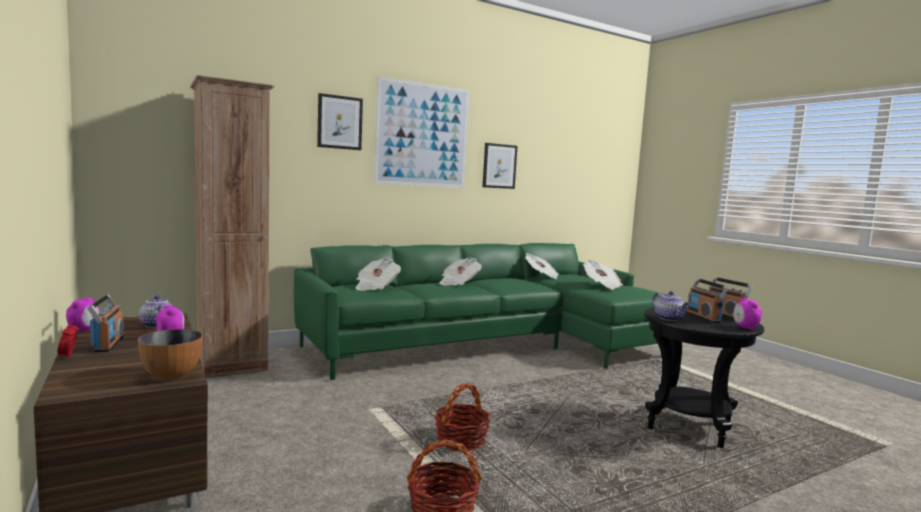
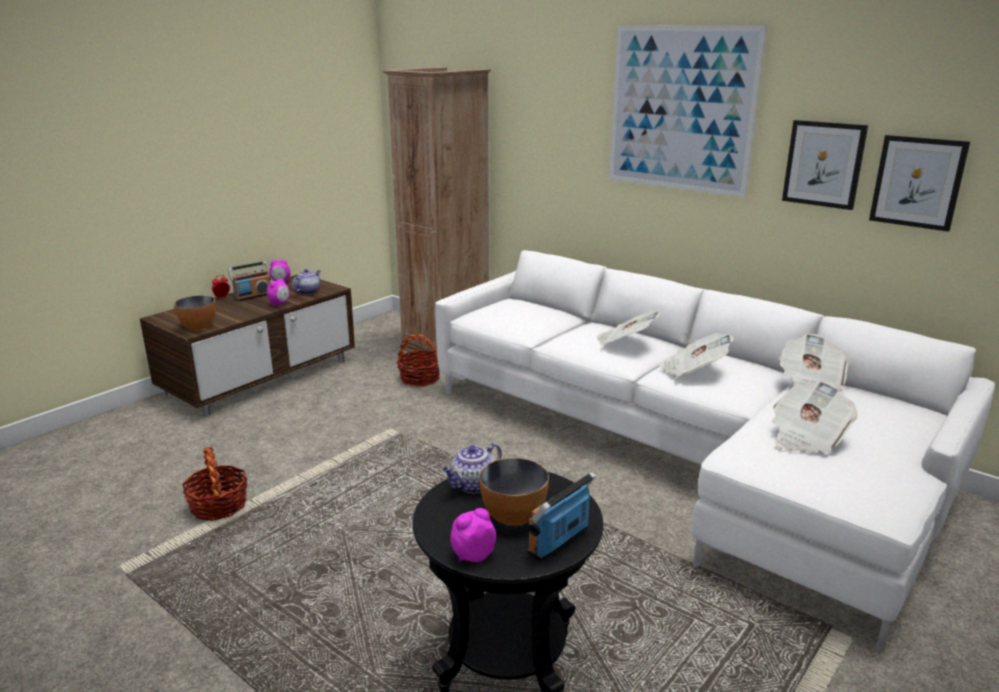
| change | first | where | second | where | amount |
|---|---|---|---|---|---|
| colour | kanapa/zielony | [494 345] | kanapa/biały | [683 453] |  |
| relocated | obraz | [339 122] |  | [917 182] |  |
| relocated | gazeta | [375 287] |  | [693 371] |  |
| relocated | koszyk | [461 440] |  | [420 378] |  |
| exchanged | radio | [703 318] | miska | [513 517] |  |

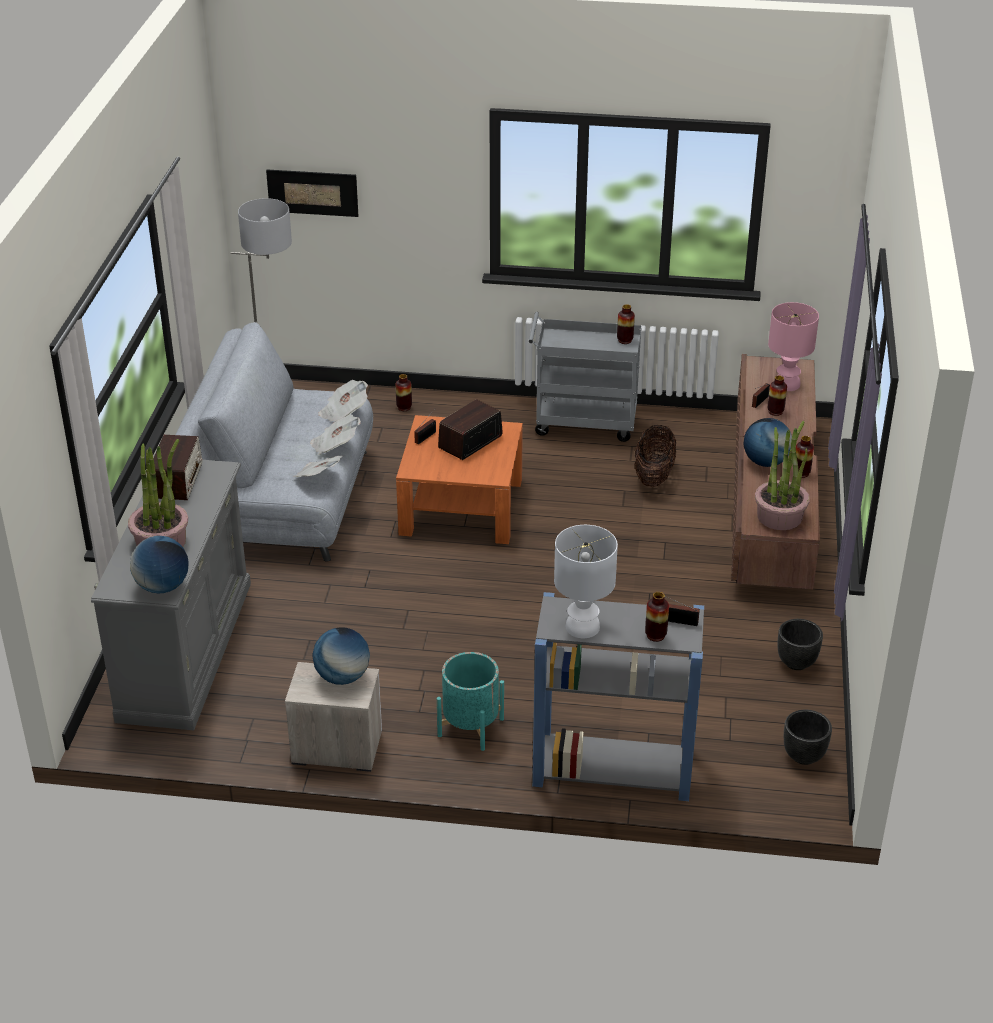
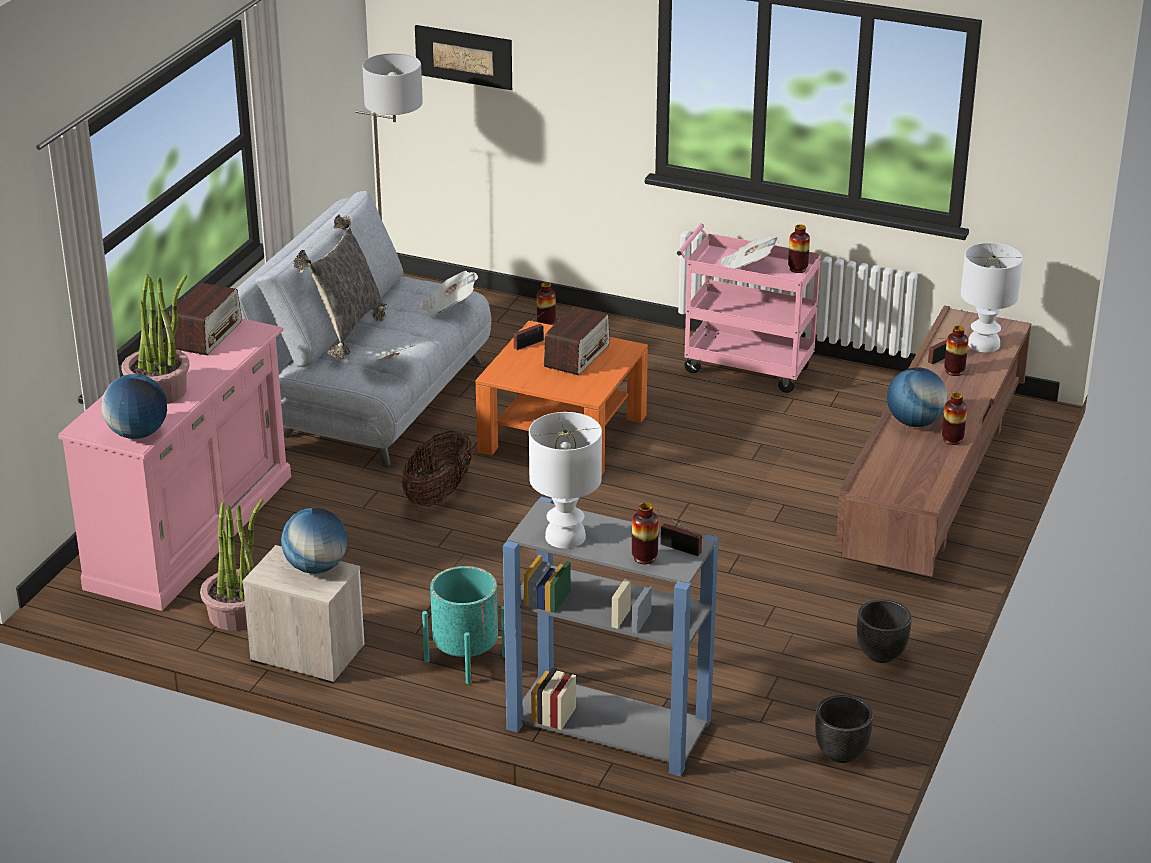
| change | first | where | second | where | amount |
|---|---|---|---|---|---|
| colour | szafka/szary | [186 649] | szafka/różowy | [191 530] |  |
| relocated | gazeta | [335 445] |  | [747 266] |  |
| spun | radio | [470 442] |  | [577 355] | 150 degrees clockwise |
| colour | wózek/szary | [582 427] | wózek/różowy | [744 370] |  |
| relocated | koszyk | [654 476] |  | [438 494] |  |
| relocated | roślina doniczkowa | [779 516] |  | [237 613] |  |
| colour | lampa stołowa/różowy | [786 384] | lampa stołowa/biały | [983 344] |  |
| appeared |  |  | poduszka | [344 336] |  |

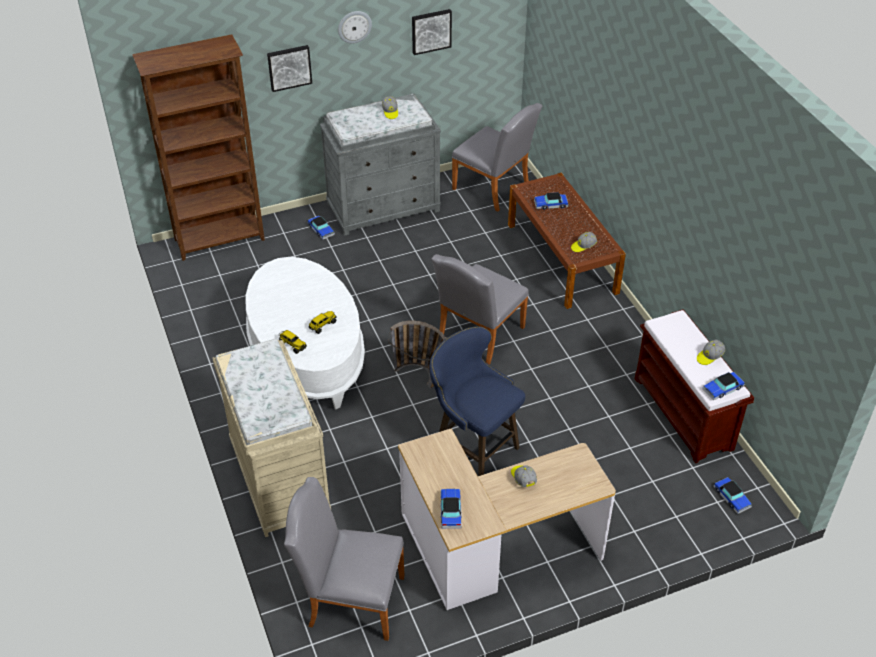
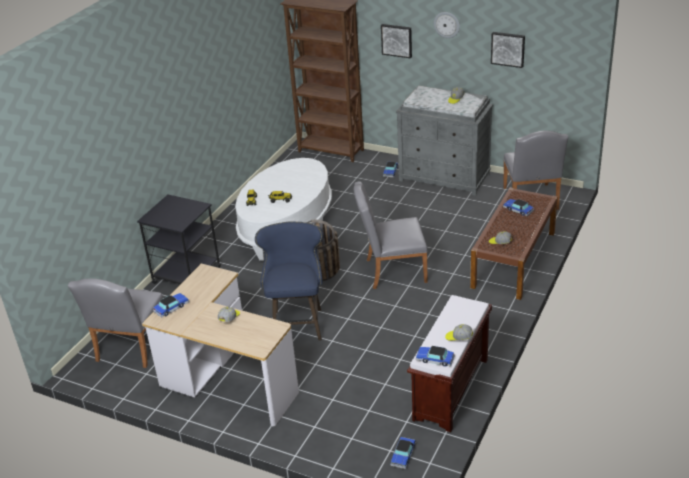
| change | first | where | second | where | amount |
|---|---|---|---|---|---|
| exchanged | komoda/beżowy | [279 477] | wózek/czarny | [187 274] |  |
| spun | krzesło/szary | [349 599] |  | [130 348] | 135 degrees counterclockwise |

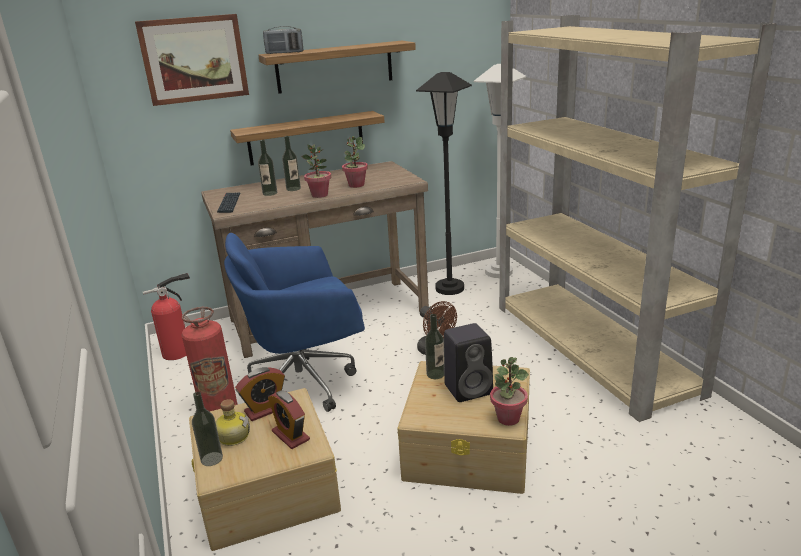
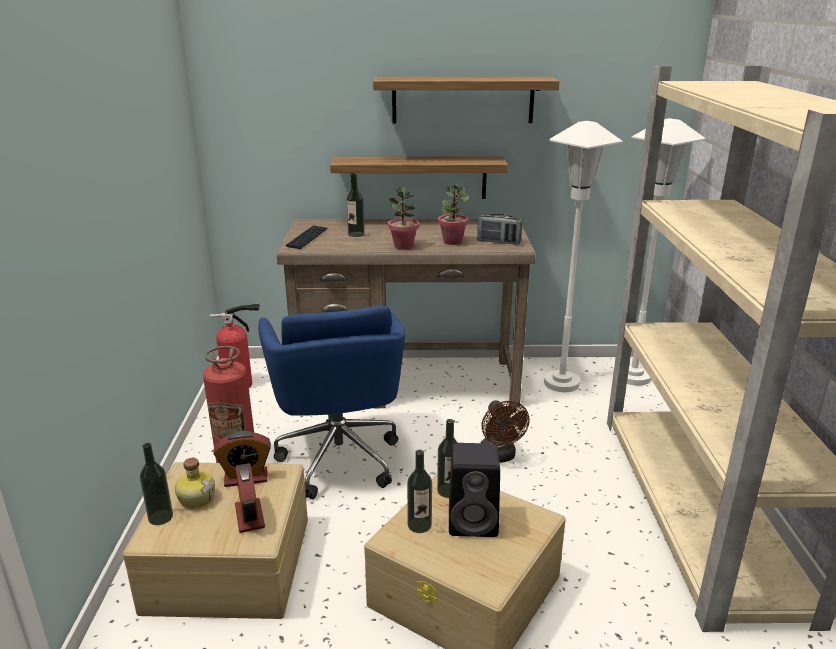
| change | first | where | second | where | amount |
|---|---|---|---|---|---|
| missing | obraz | [194 59] |  |  |  |
| spun | krzesło biurowe/niebieski | [307 384] |  | [338 457] | 105 degrees counterclockwise |
| relocated | radio | [284 53] |  | [498 242] |  |
| relocated | butelka | [293 189] |  | [419 525] |  |
| colour | lampa stojąca/czarny | [450 288] | lampa stojąca/biały | [561 383] |  |
| missing | roślina doniczkowa | [508 418] |  |  |  |

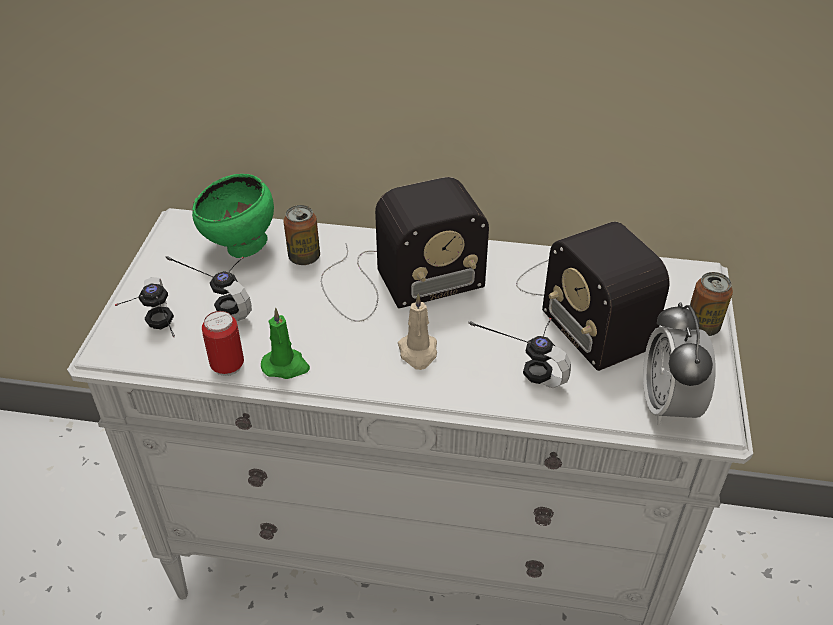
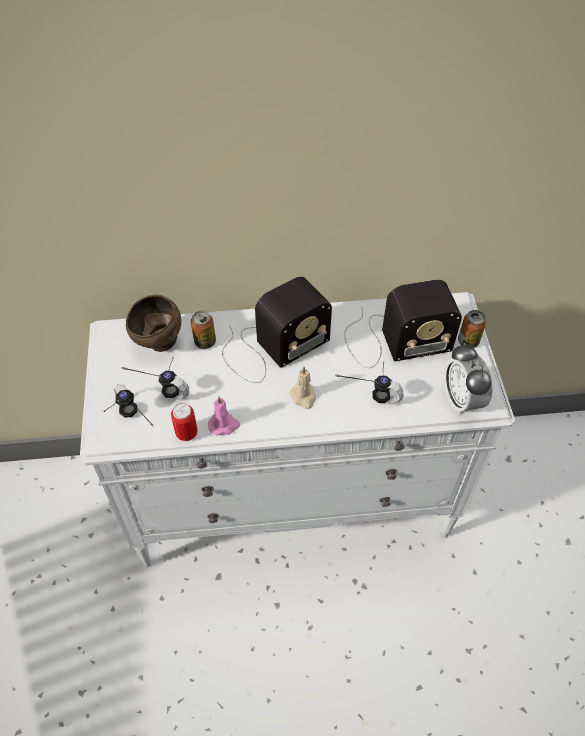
| change | first | where | second | where | amount |
|---|---|---|---|---|---|
| colour | miska/zielony | [241 248] | miska/brązowy | [159 343] |  |
| colour | świeca/zielony | [286 366] | świeca/różowy | [224 425] |  |
| spun | radio | [582 304] |  | [393 340] | 60 degrees counterclockwise |

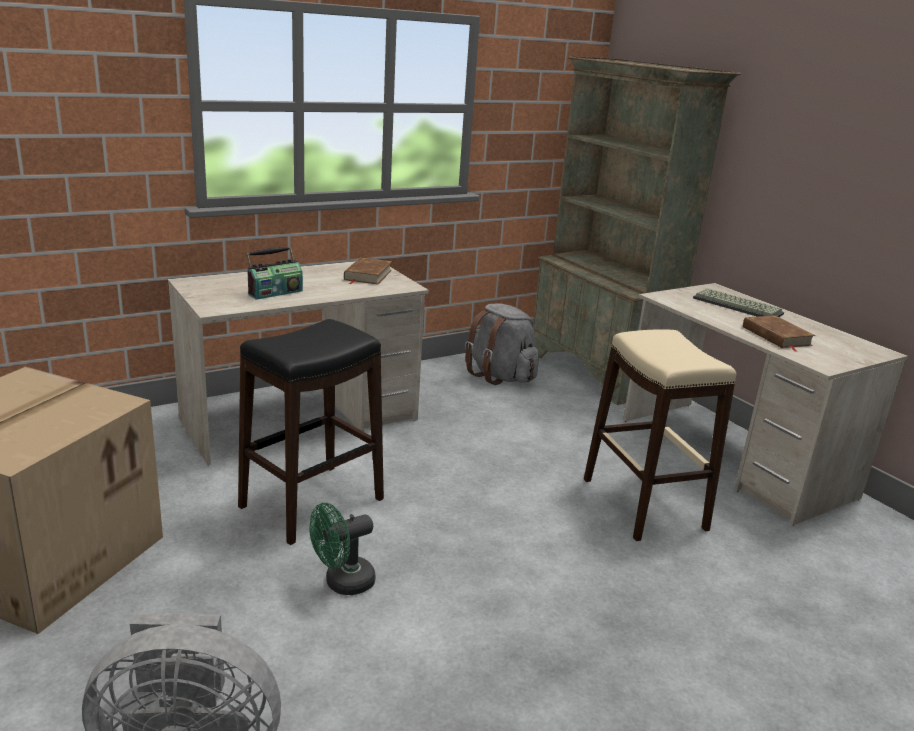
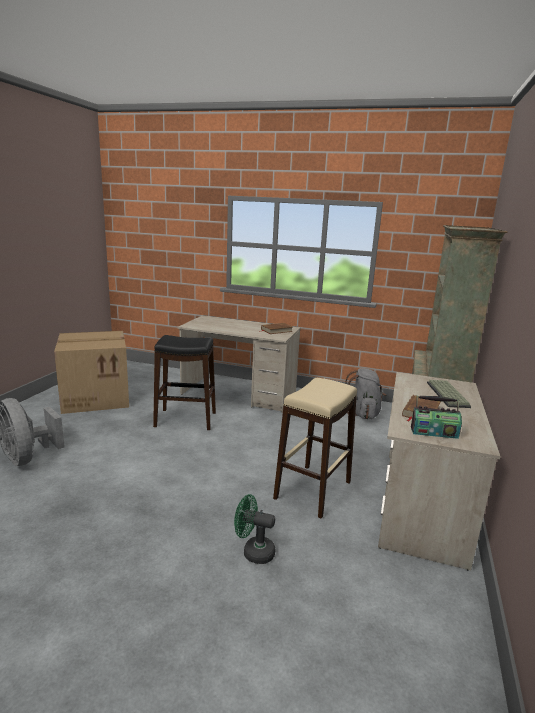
| change | first | where | second | where | amount |
|---|---|---|---|---|---|
| relocated | radio | [275 292] |  | [434 432] |  |
| relocated | wentylator/zielony | [342 583] |  | [253 552] |  |

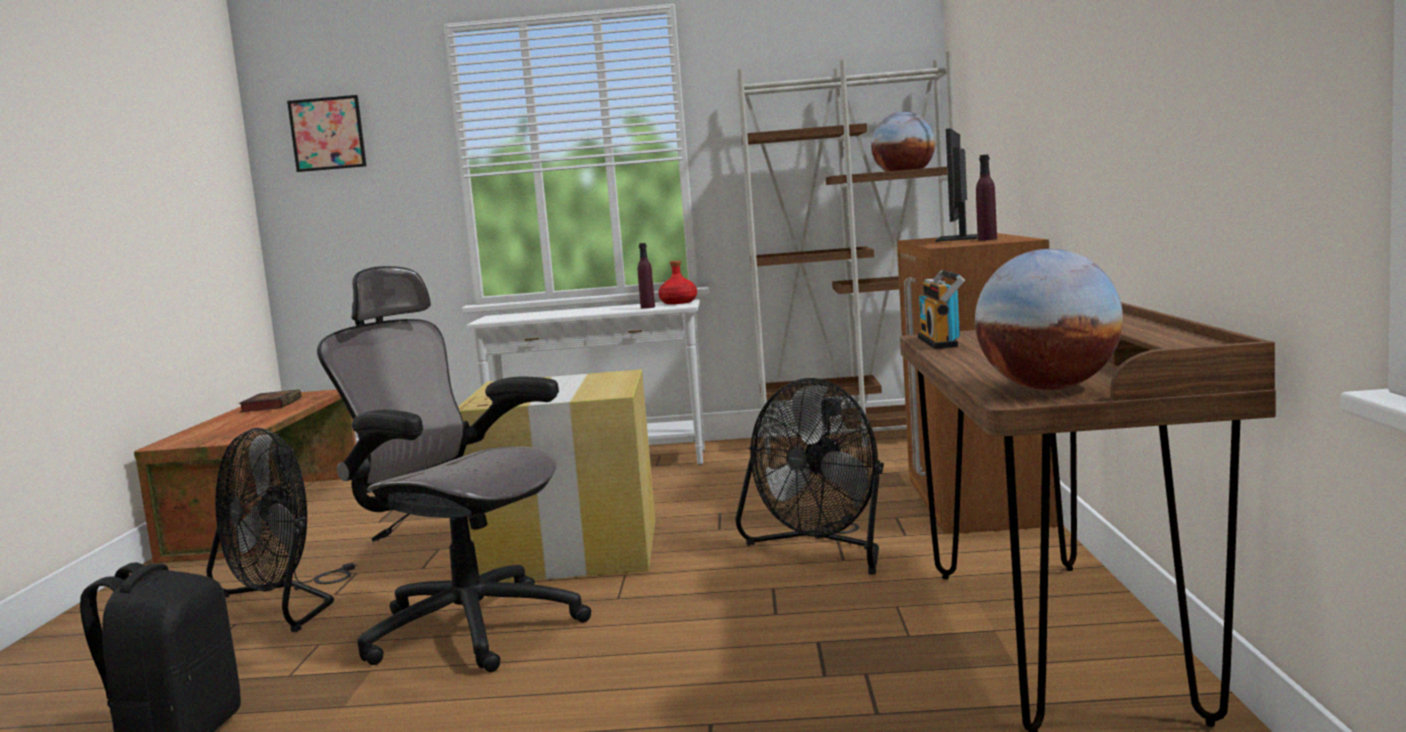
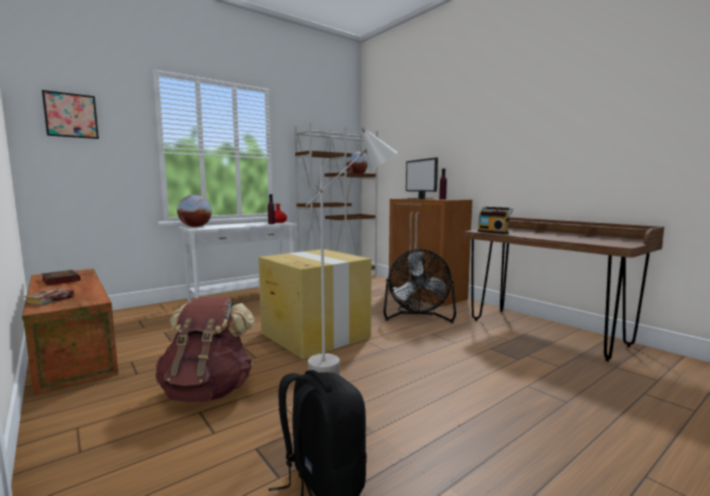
| change | first | where | second | where | amount |
|---|---|---|---|---|---|
| exchanged | wentylator/czarny | [288 601] | plecak/brązowy | [208 391] |  |
| exchanged | krzesło biurowe | [469 629] | lampa stojąca/szary | [350 378] |  |
| relocated | globus | [1049 388] |  | [195 227] |  |
| appeared |  |  | książka | [50 301] |  |

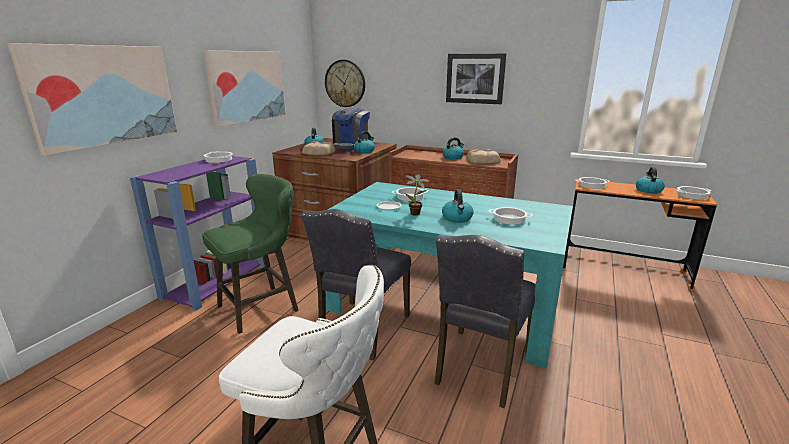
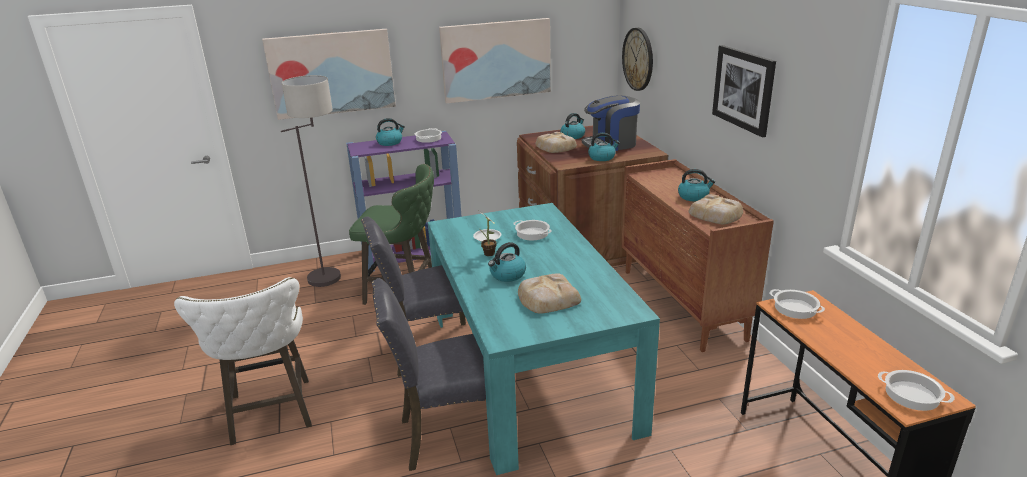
| change | first | where | second | where | amount |
|---|---|---|---|---|---|
| exchanged | garnek | [509 219] | chleb | [547 298] |  |
| relocated | czajnik | [648 190] |  | [390 142] |  |
| appeared |  |  | lampa stojąca/szary | [333 275] |  |

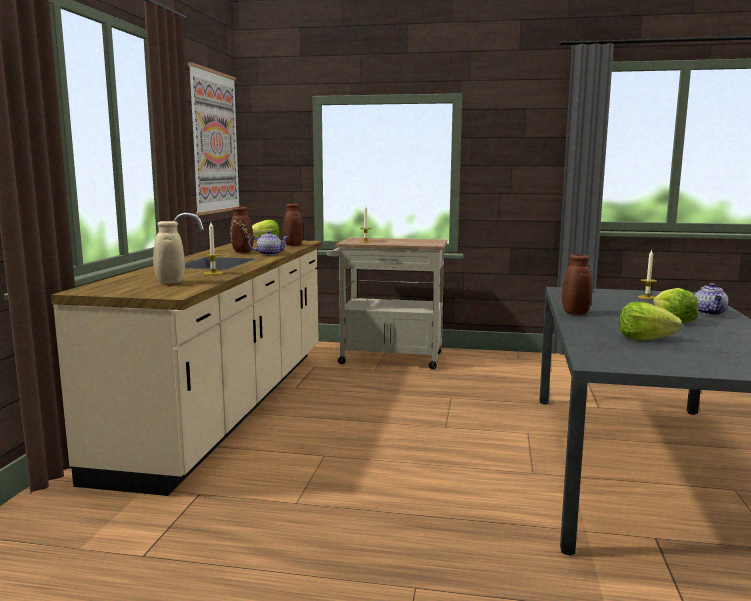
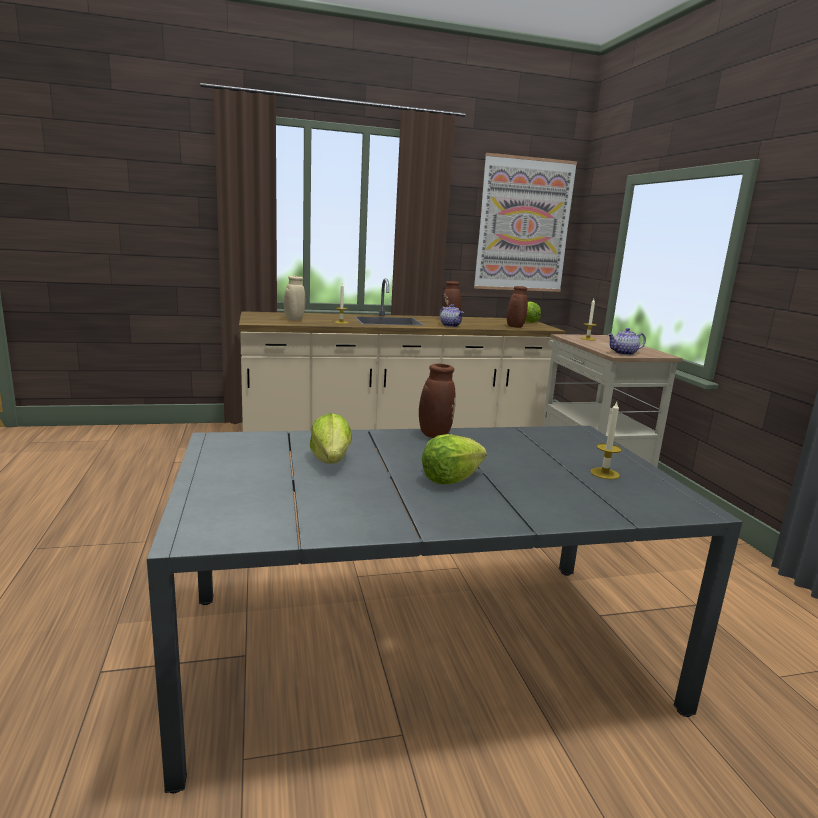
| change | first | where | second | where | amount |
|---|---|---|---|---|---|
| relocated | imbryk | [710 313] |  | [624 353] |  |

